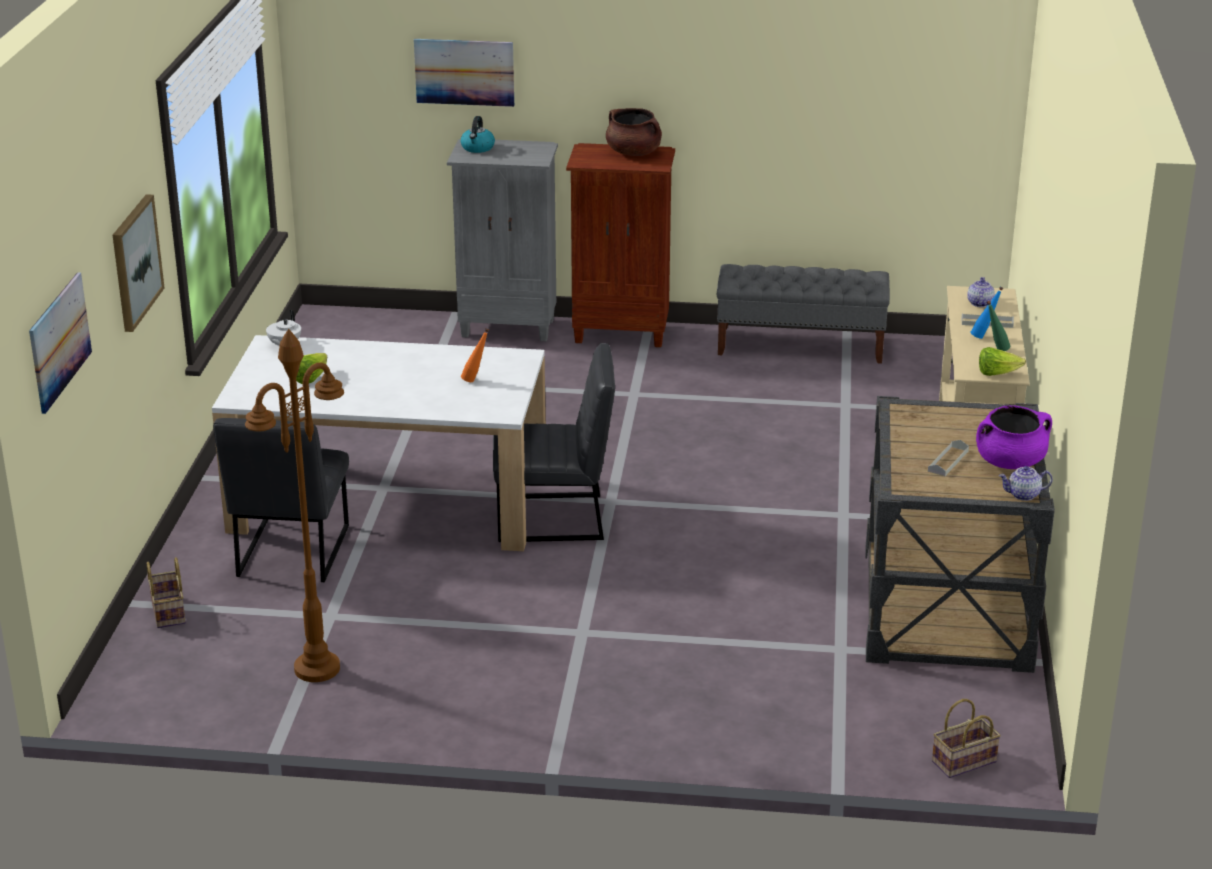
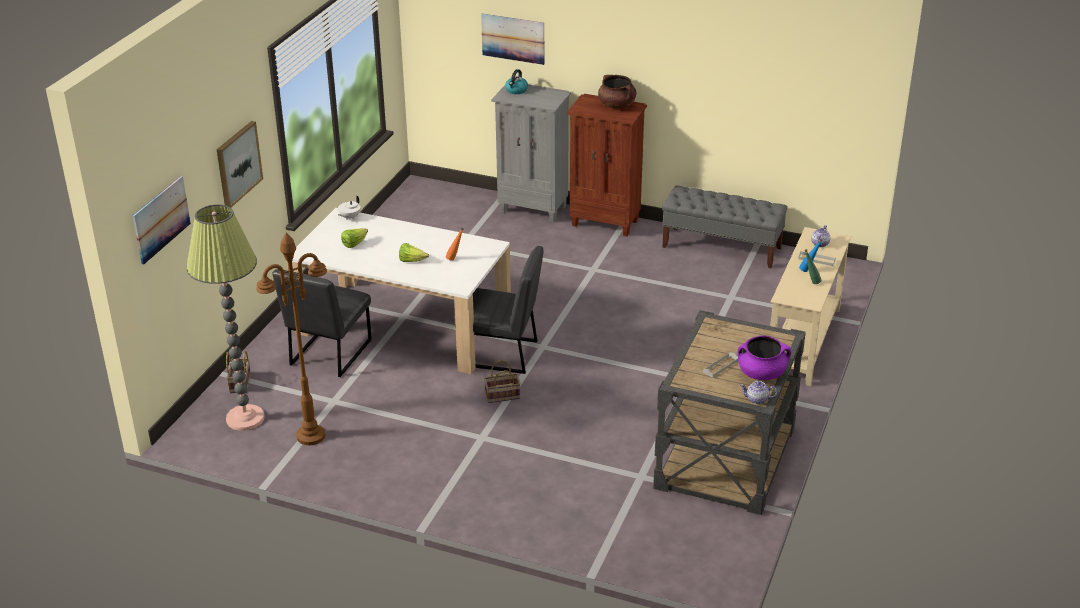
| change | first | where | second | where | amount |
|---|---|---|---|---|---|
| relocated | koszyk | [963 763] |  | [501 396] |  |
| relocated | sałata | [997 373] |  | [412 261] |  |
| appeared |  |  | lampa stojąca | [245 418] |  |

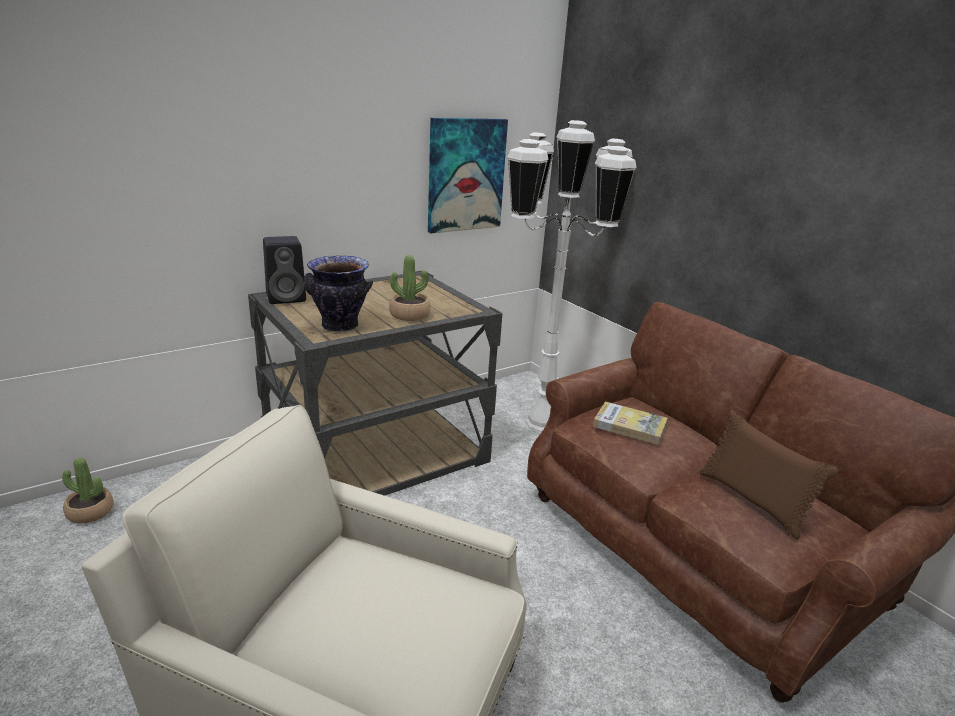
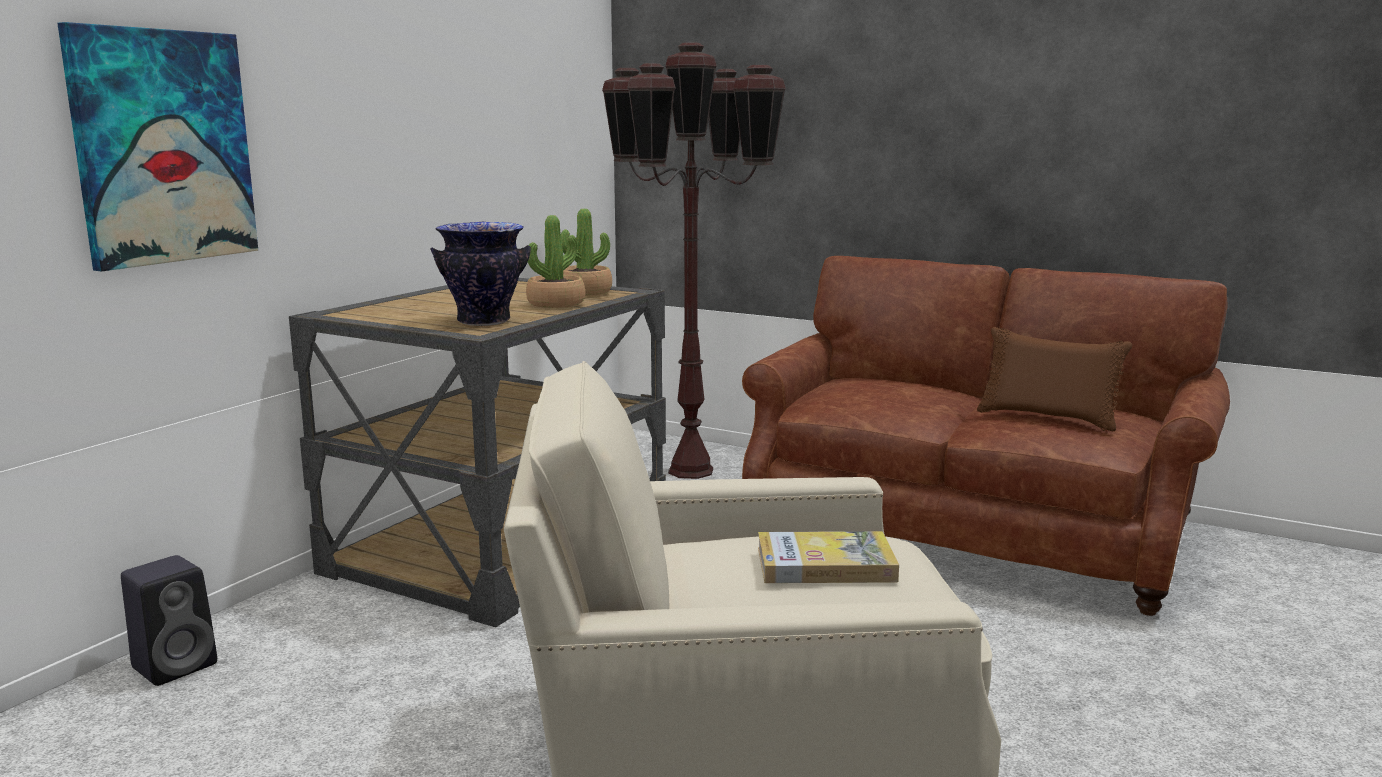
| change | first | where | second | where | amount |
|---|---|---|---|---|---|
| relocated | roślina doniczkowa | [90 512] |  | [584 292] |  |
| relocated | głośnik/czarny | [287 298] |  | [177 665] |  |
| relocated | obraz | [466 175] |  | [163 147] |  |
| colour | lampa stojąca/biały | [542 423] | lampa stojąca/brązowy | [692 471] |  |
| relocated | książka | [629 426] |  | [825 564] |  |

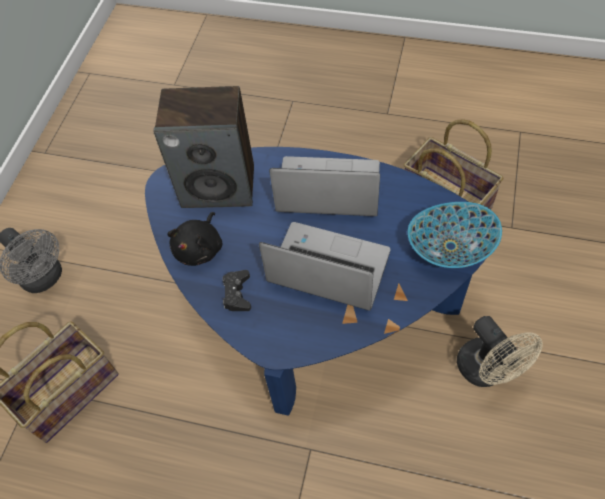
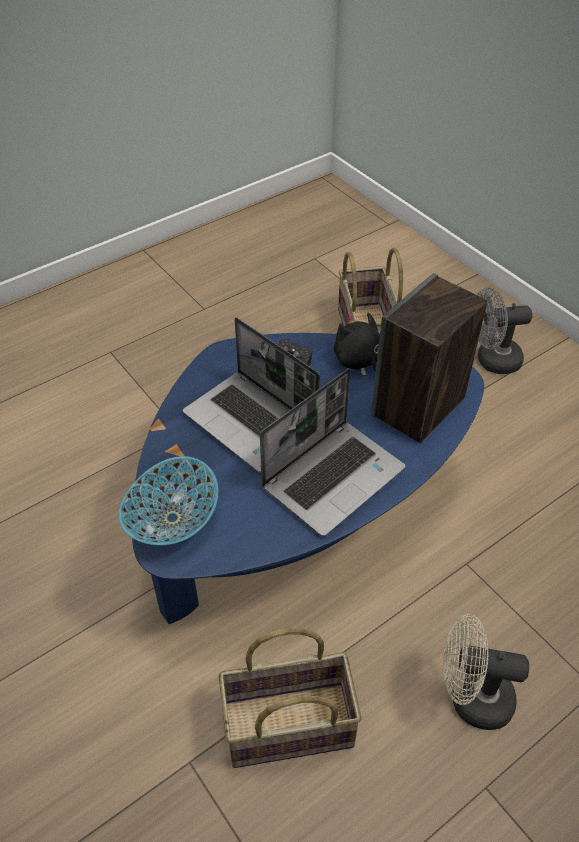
| change | first | where | second | where | amount |
|---|---|---|---|---|---|
| spun | laptop | [327 268] |  | [252 422] | 75 degrees clockwise |
| relocated | wentylator/beżowy | [487 371] |  | [471 698] |  |

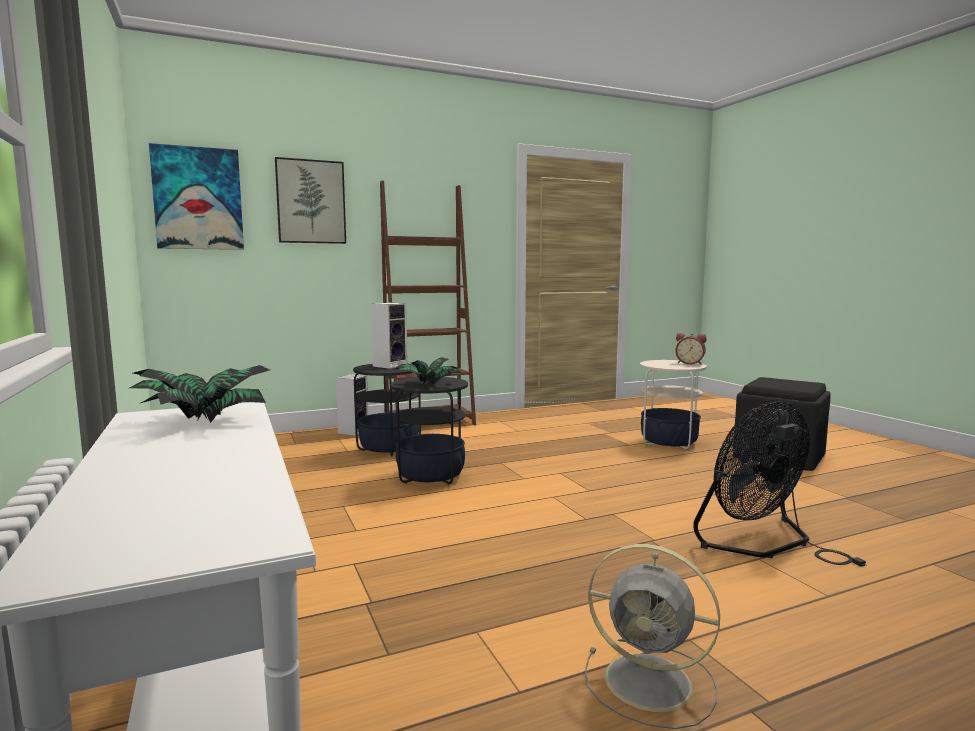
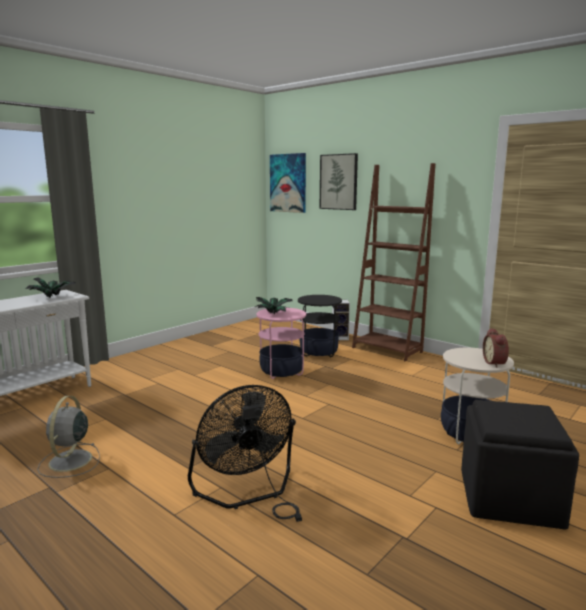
| change | first | where | second | where | amount |
|---|---|---|---|---|---|
| missing | głośnik | [390 365] |  |  |  |
| colour | stolik/czarny | [430 476] | stolik/różowy | [281 372] |  |
| spun | wentylator/czarny | [772 542] |  | [254 493] | 60 degrees counterclockwise |

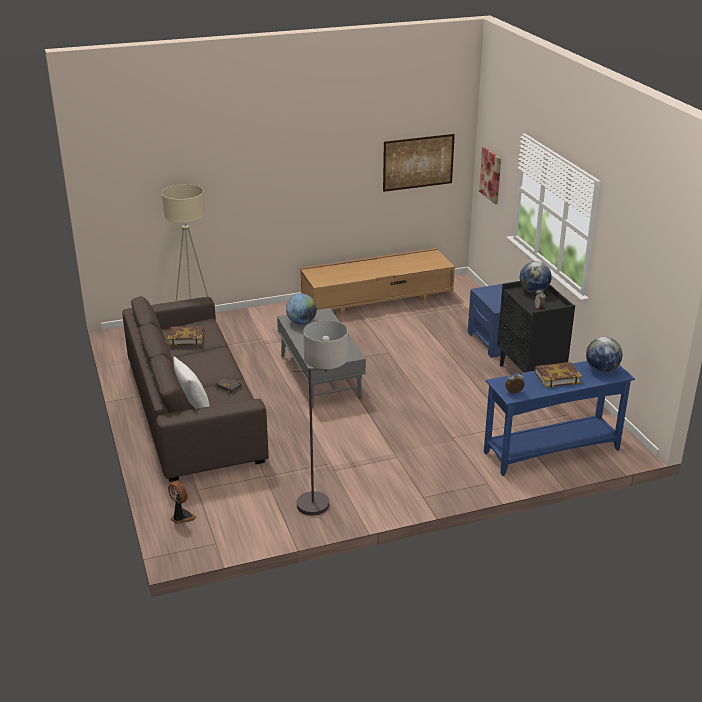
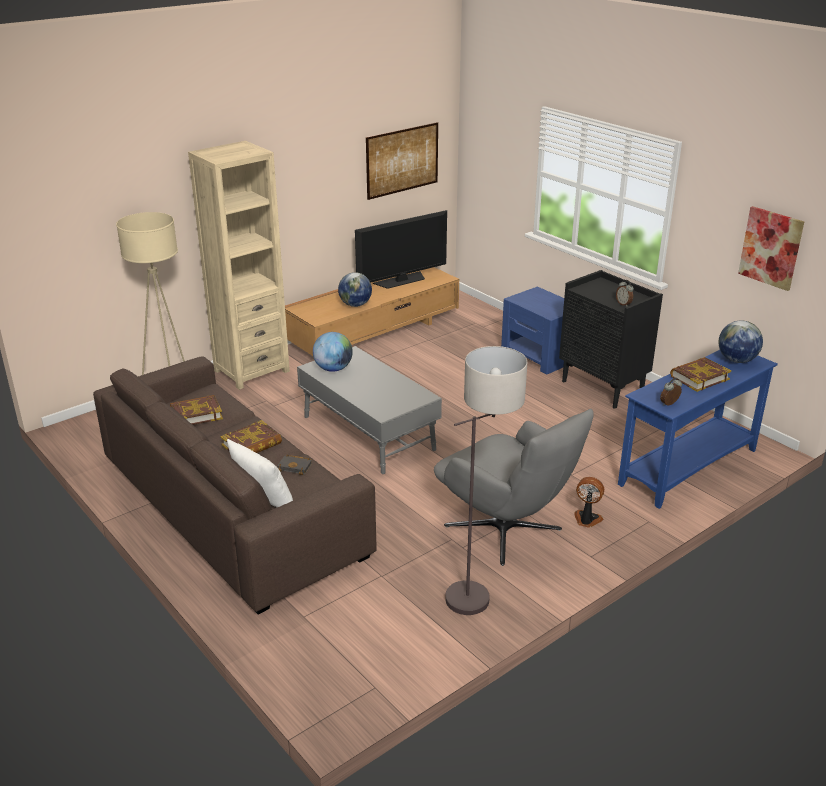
| change | first | where | second | where | amount |
|---|---|---|---|---|---|
| relocated | wentylator | [181 517] |  | [587 520] |  |
| relocated | obraz | [491 175] |  | [771 248] |  |
| relocated | globus | [533 291] |  | [355 305] |  |
| appeared |  |  | regał/beżowy | [251 371] |  |
| appeared |  |  | książka | [252 444] |  |
| appeared |  |  | telewizor | [401 280] |  |
| appeared |  |  | fotel/szary | [505 530] |  |

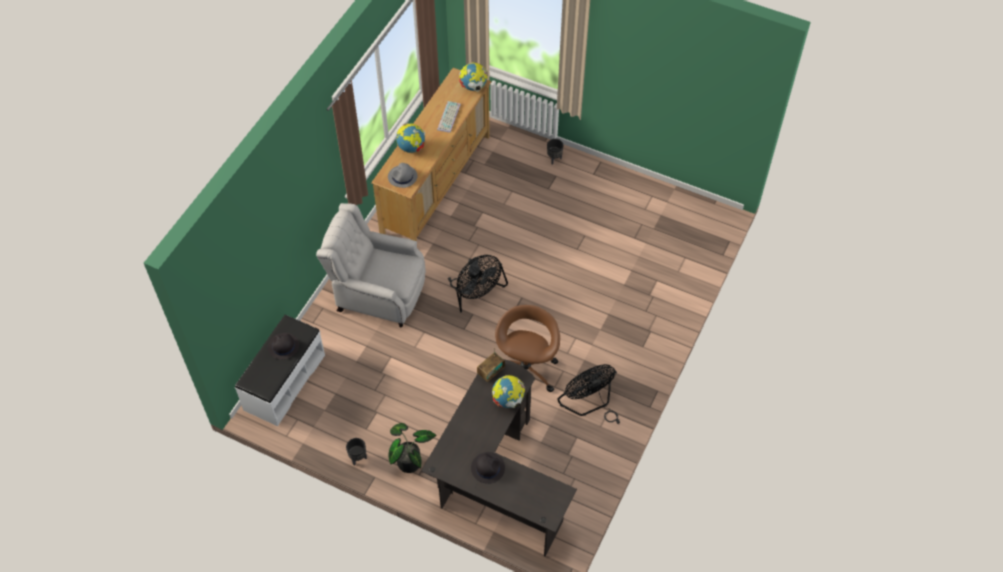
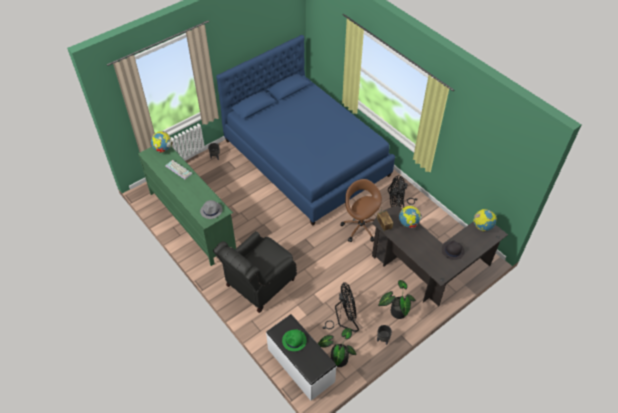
| change | first | where | second | where | amount |
|---|---|---|---|---|---|
| colour | kapelusz/czarny | [283 346] | kapelusz/zielony | [294 340] |  |
| colour | fotel/biały | [379 294] | fotel/czarny | [259 283] |  |
| colour | komoda/brązowy | [436 184] | komoda/zielony | [192 221] |  |
| relocated | globus | [411 148] |  | [482 227] |  |
| relocated | wentylator/czarny | [474 292] |  | [343 316] |  |
| appeared |  |  | łóżko/niebieski | [306 157] |  |
| appeared |  |  | roślina doniczkowa | [337 357] |  |

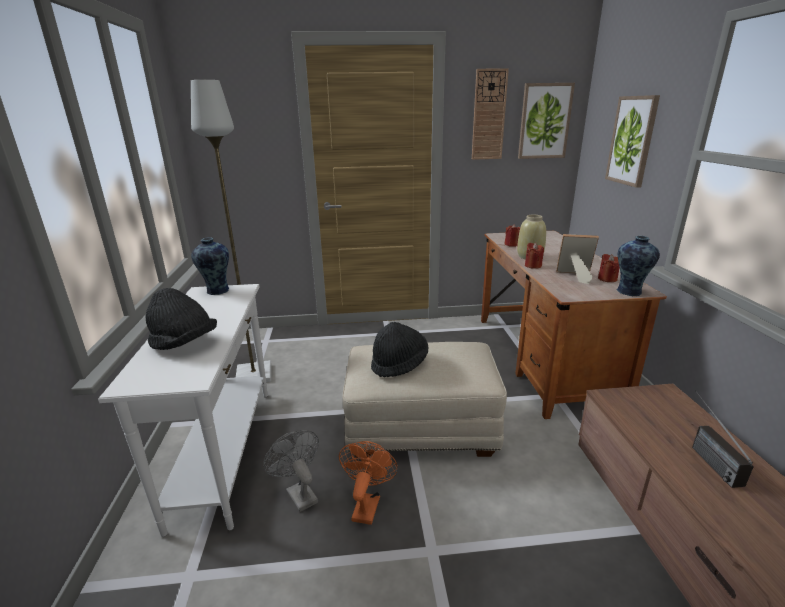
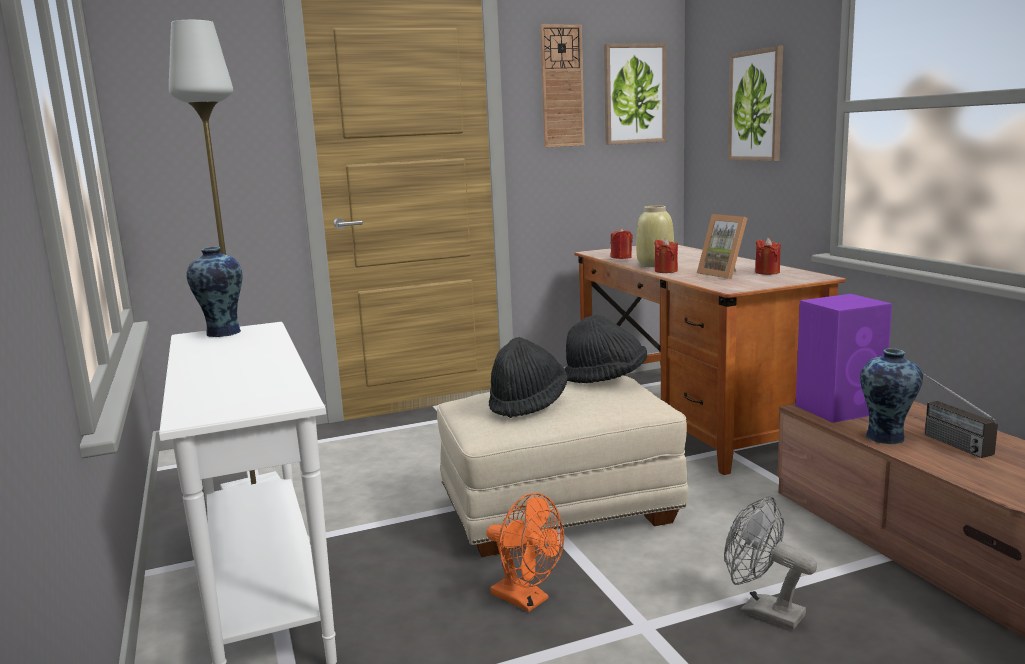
| change | first | where | second | where | amount |
|---|---|---|---|---|---|
| relocated | kapelusz/czarny | [184 344] |  | [606 379] |  |
| relocated | wentylator/szary | [299 493] |  | [762 611] |  |
| spun | wentylator/pomarańczowy | [367 504] |  | [527 600] | 135 degrees clockwise |
| spun | ramka na zdjęcie | [574 276] |  | [725 274] | 120 degrees counterclockwise |
| relocated | wazon | [629 292] |  | [886 438] |  |
| appeared |  |  | głośnik/fioletowy | [840 409] |  |

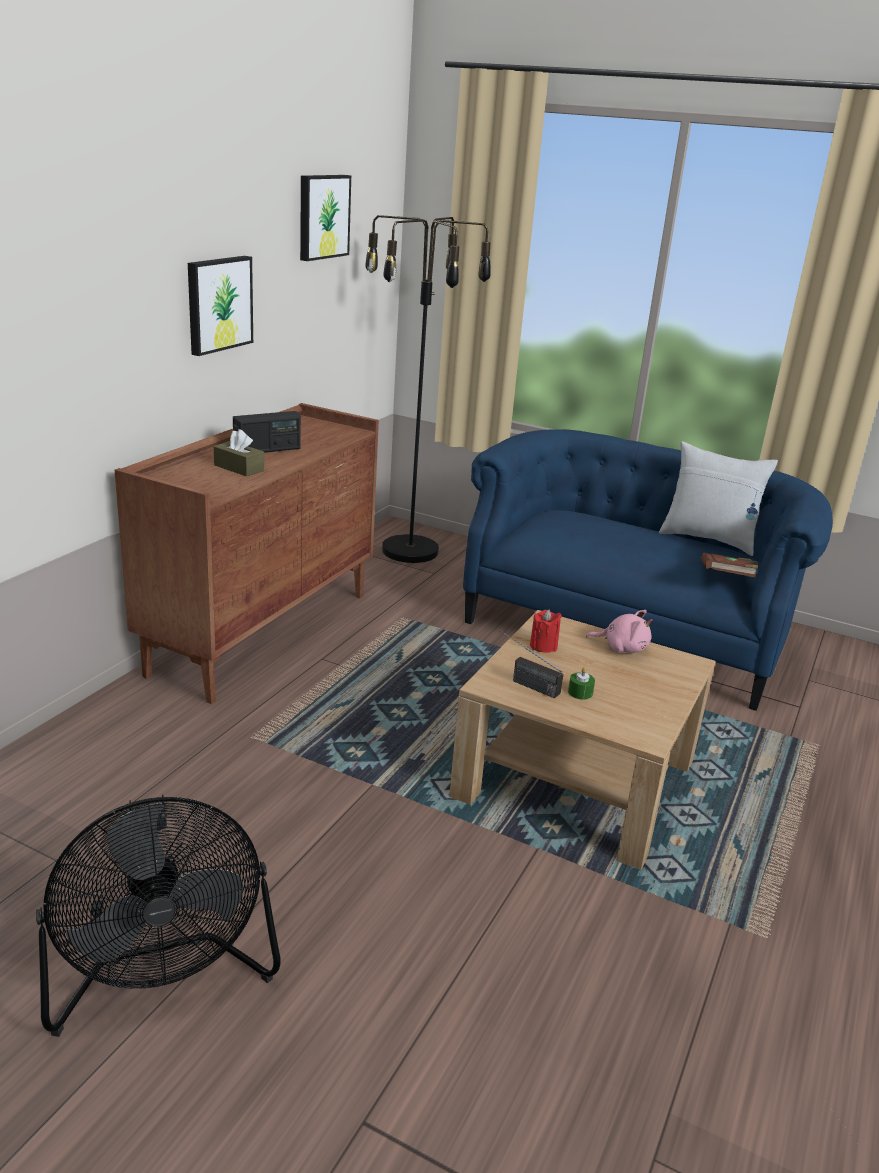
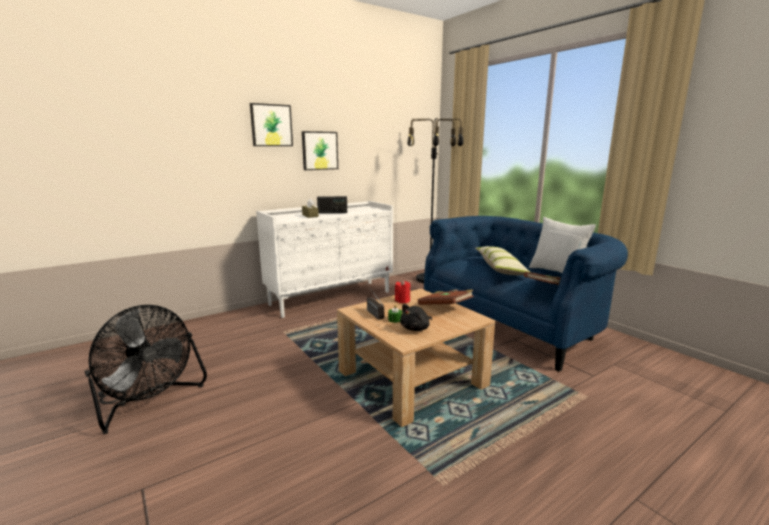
| change | first | where | second | where | amount |
|---|---|---|---|---|---|
| spun | wentylator/czarny | [153 974] |  | [144 402] | 60 degrees counterclockwise |
| colour | szafka/brązowy | [263 632] | szafka/biały | [331 298] |  |
| relocated | obraz | [322 216] |  | [271 125] |  |
| exchanged | pluszak/różowy | [622 647] | książka/brązowy | [445 307] |  |
| appeared |  |  | pluszak/czarny | [416 328] |  |
| appeared |  |  | poduszka | [500 268] |  |

